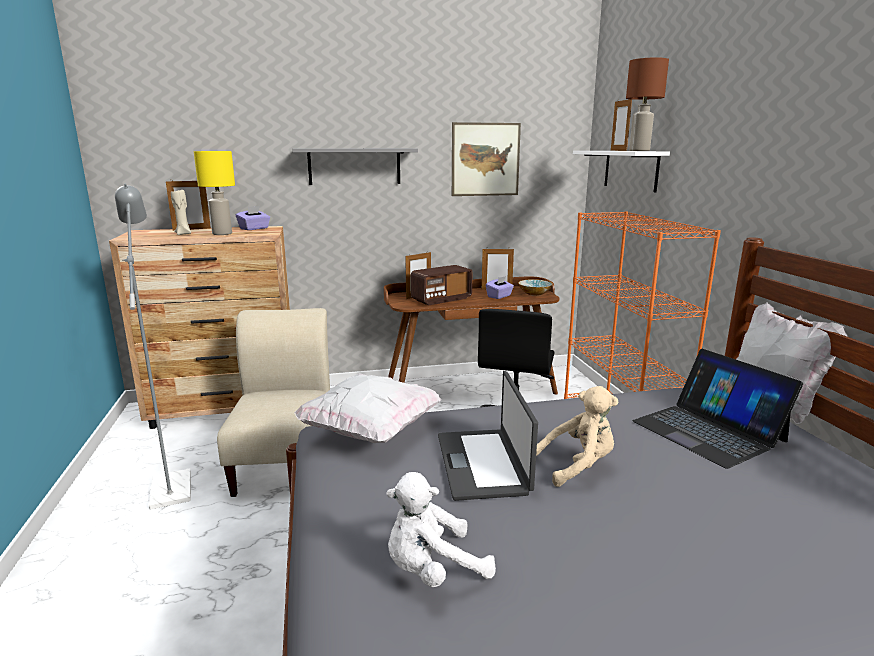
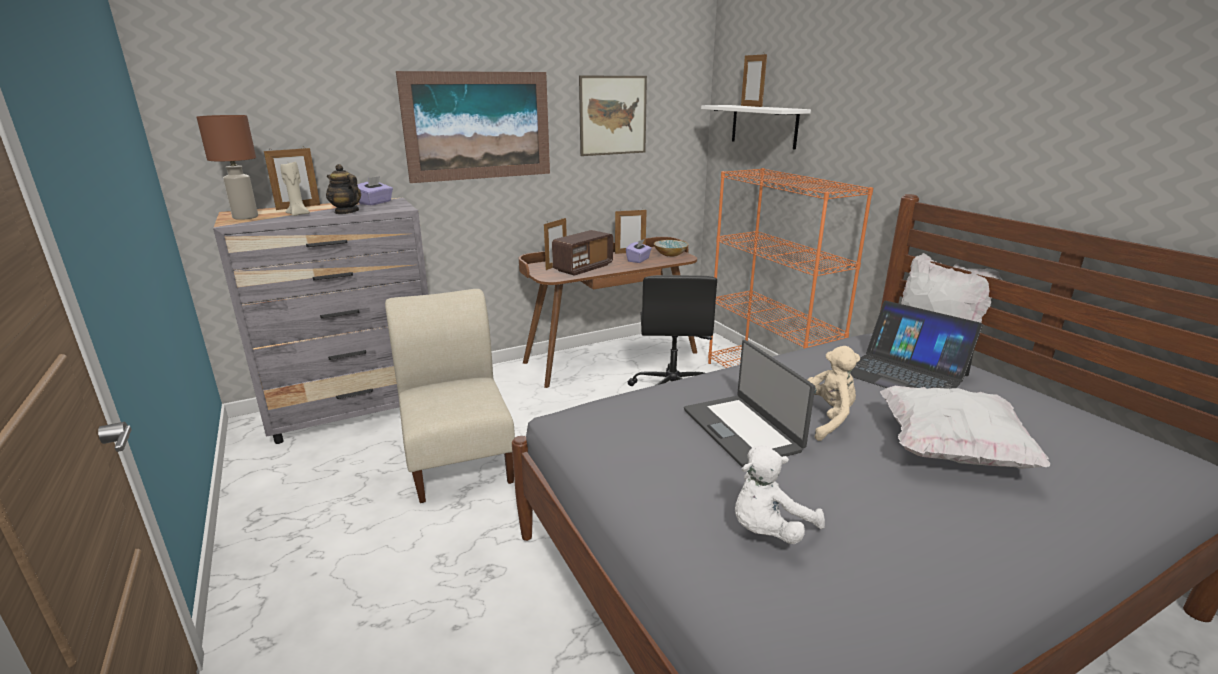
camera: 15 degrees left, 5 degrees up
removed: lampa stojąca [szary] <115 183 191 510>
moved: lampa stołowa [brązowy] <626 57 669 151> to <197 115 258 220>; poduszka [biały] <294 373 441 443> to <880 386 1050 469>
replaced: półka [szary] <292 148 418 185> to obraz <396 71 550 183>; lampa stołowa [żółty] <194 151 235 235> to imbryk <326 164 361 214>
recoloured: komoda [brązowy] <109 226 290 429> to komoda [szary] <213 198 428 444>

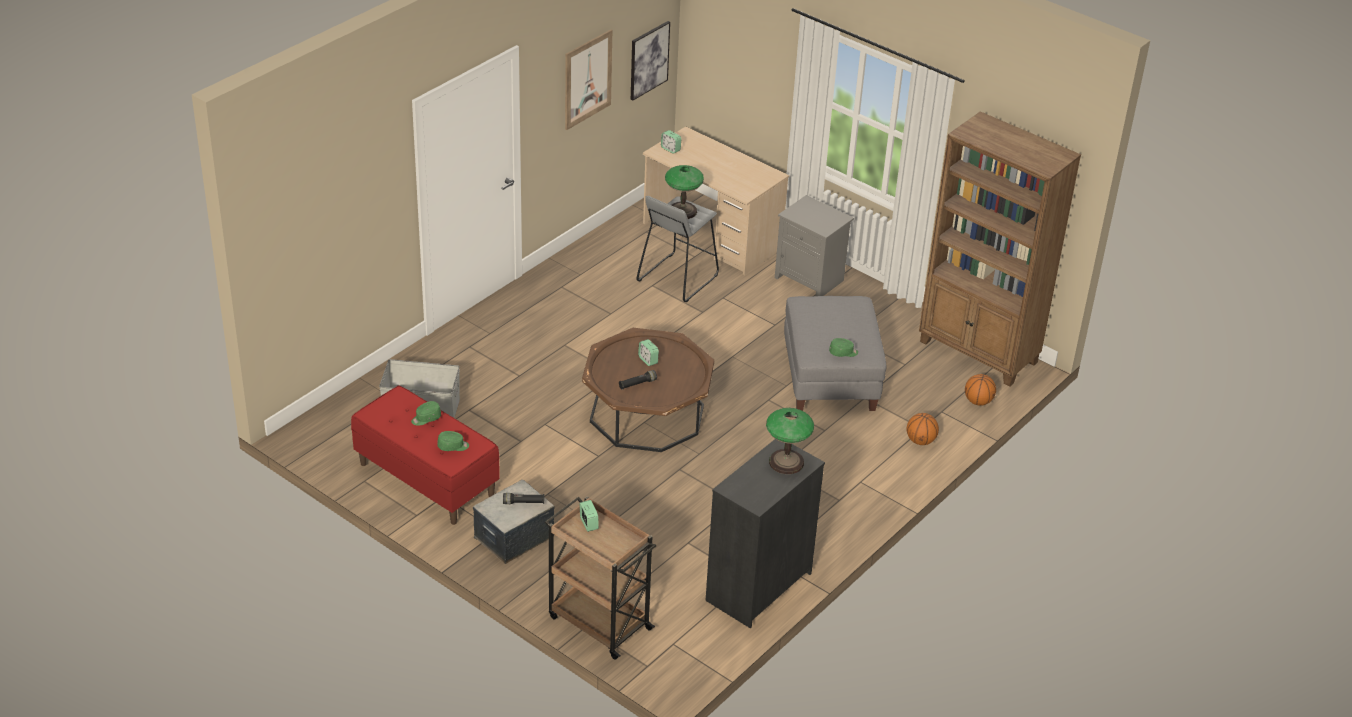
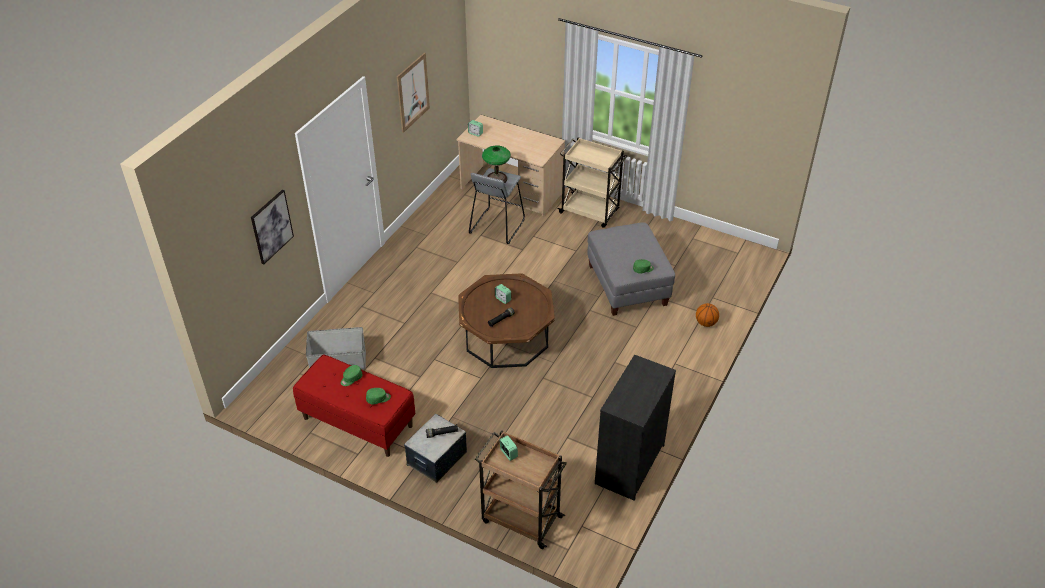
camera: 10 degrees left, 5 degrees up
removed: regał [brązowy] <919 111 1081 387>; piłka do koszykówki <965 374 996 406>; lampa stołowa <766 408 814 474>
moved: obraz <631 21 670 101> to <251 190 294 264>
replaced: szafka nocna [szary] <775 195 854 296> to wózek [beżowy] <557 137 627 228>

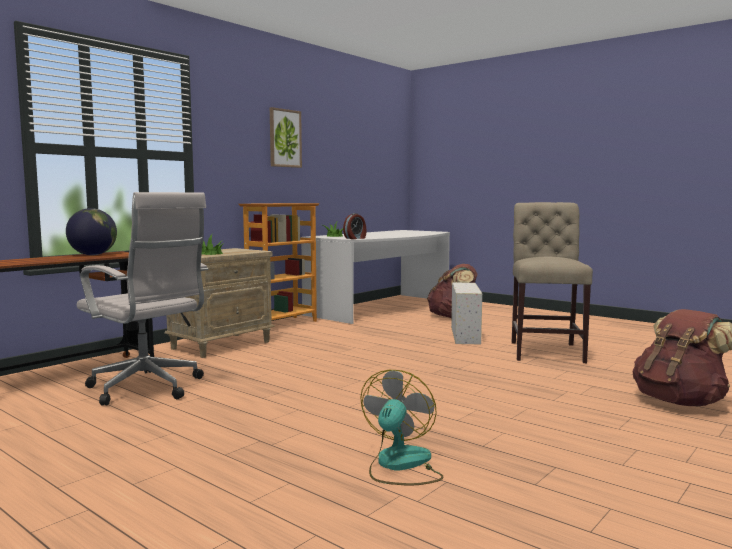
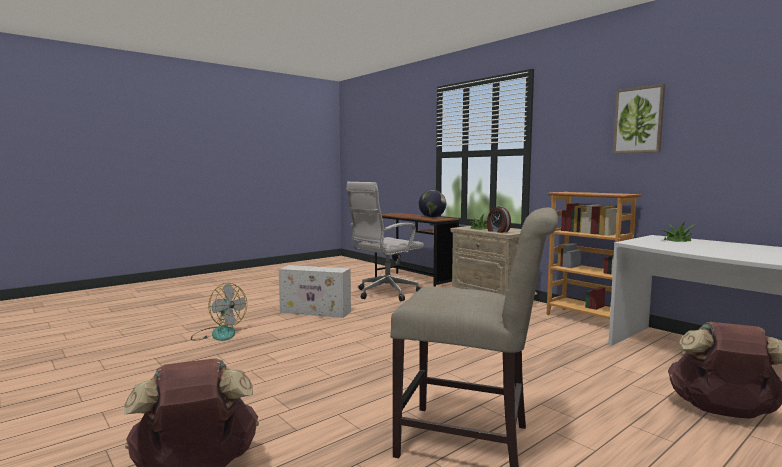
camera: 100 degrees right, 0 degrees up
moved: budzik <343 213 366 239> to <487 206 511 233>; pojemnik do przechowywania [biały] <451 283 482 345> to <279 265 351 318>

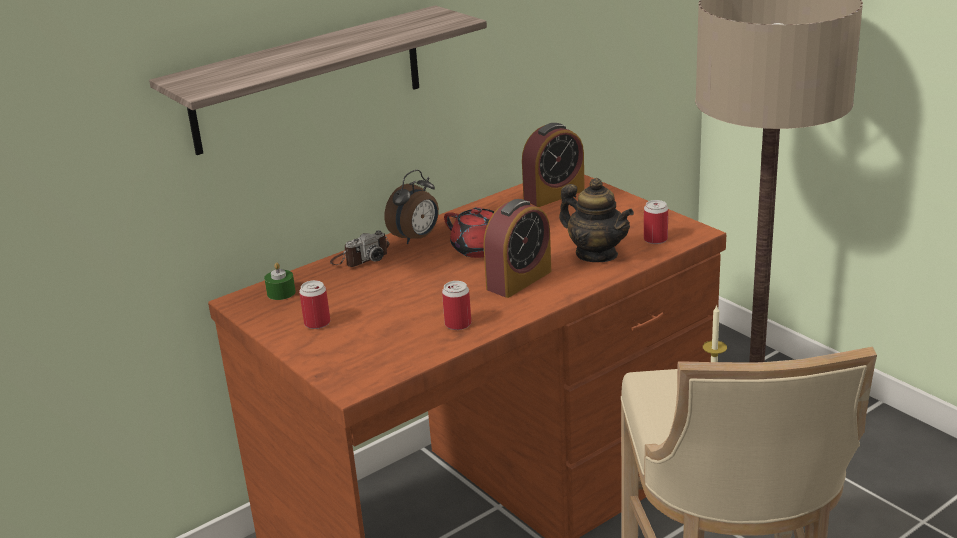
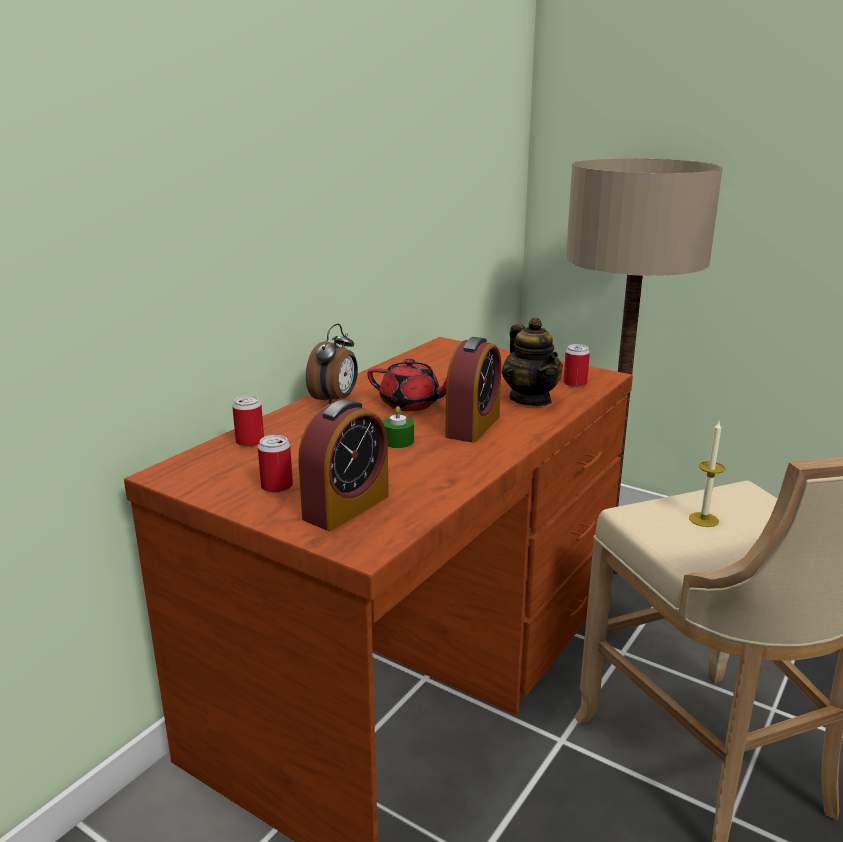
camera: 20 degrees left, 5 degrees down
removed: półka <149 5 487 155>; aparat fotograficzny <330 230 390 267>
moved: budzik <522 123 585 207> to <298 399 389 531>; świeca [zielony] <264 263 296 300> to <383 406 414 448>; puszka <442 281 471 330> to <232 395 264 447>
turned: imbryk <559 178 634 262> = <502 317 563 406> 45 degrees clockwise

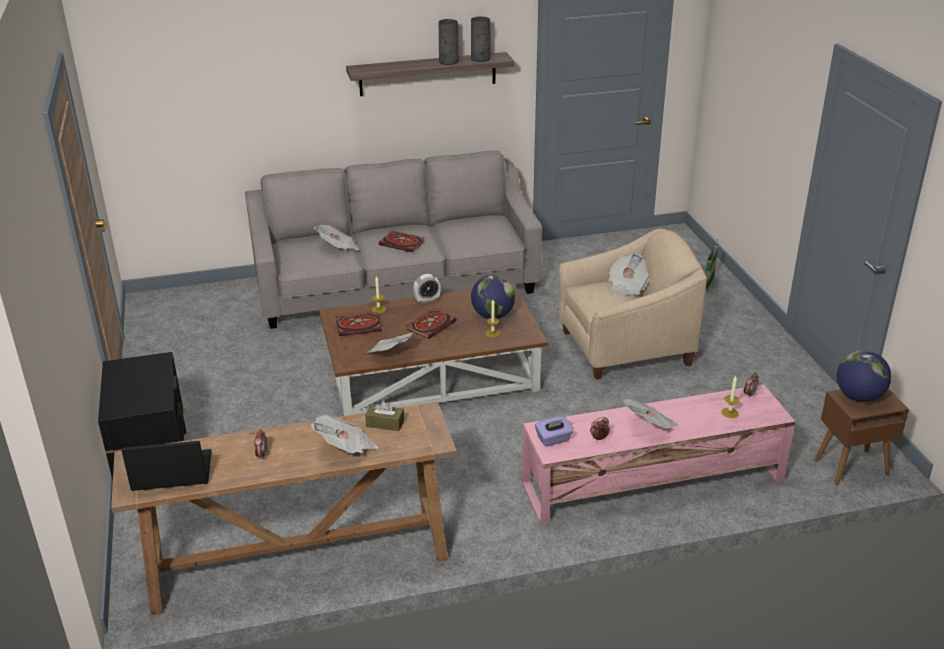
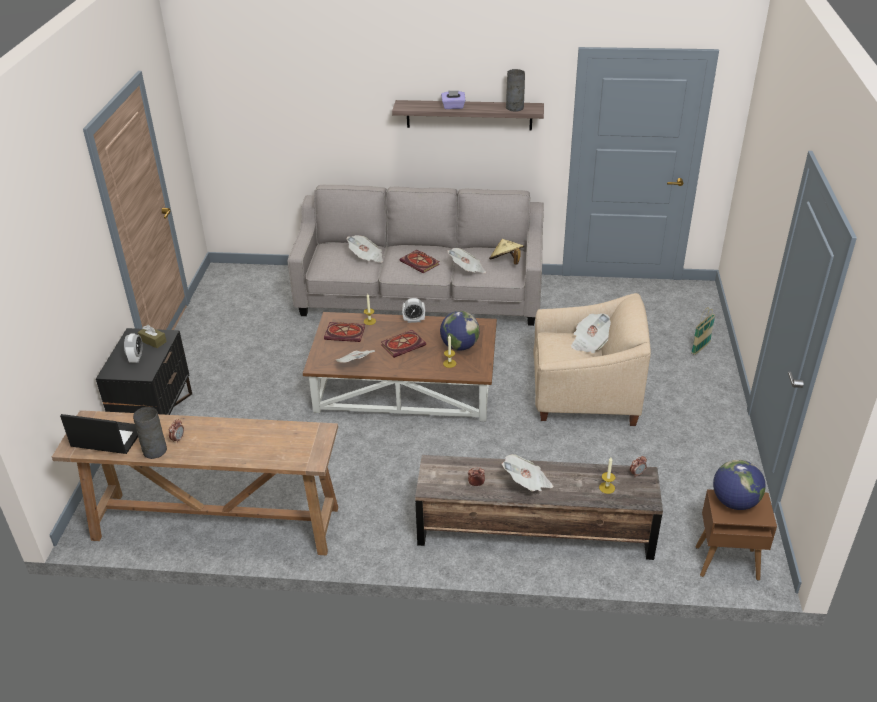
camera: 20 degrees right, 5 degrees up
added: kapelusz [beżowy] <489 239 524 265>; budzik <124 333 143 363>
moved: wazon [szary] <439 19 459 65> to <133 407 167 459>; pudełko chusteczek [brązowy] <365 400 404 431> to <138 325 167 348>; gazeta <311 415 378 454> to <448 248 486 273>; pudełko chusteczek [fioletowy] <535 416 573 447> to <441 91 465 109>
recoloured: szafka pod telewizor [różowy] <522 385 795 526> to szafka pod telewizor [brązowy] <415 455 663 560>

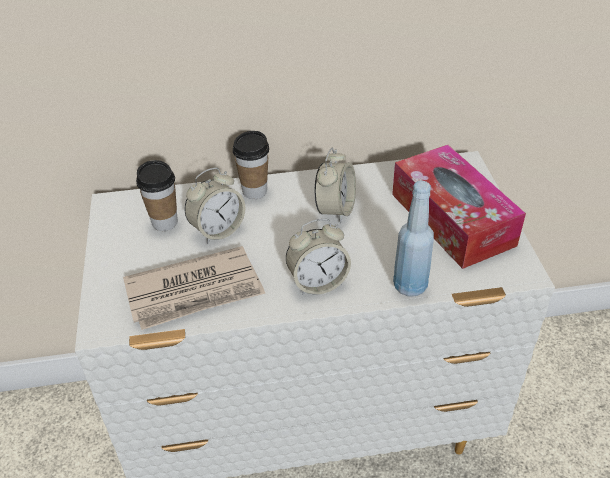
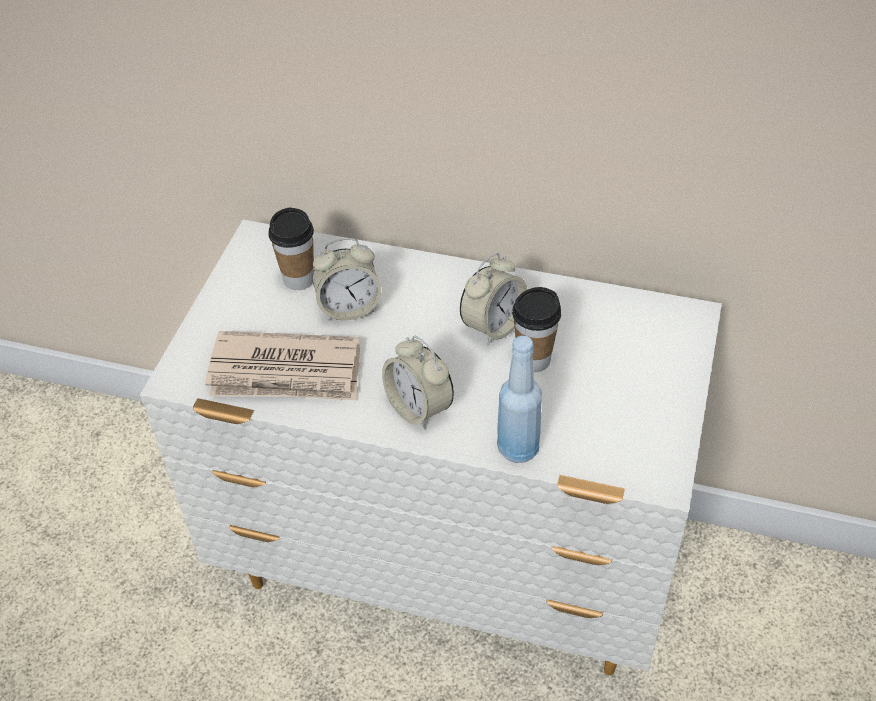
camera: 25 degrees right, 5 degrees up
removed: pudełko chusteczek <392 145 526 269>
moved: filiżanka <233 131 269 199> to <512 287 561 372>
turned: budzik <286 219 351 296> = <382 336 454 429> 45 degrees clockwise

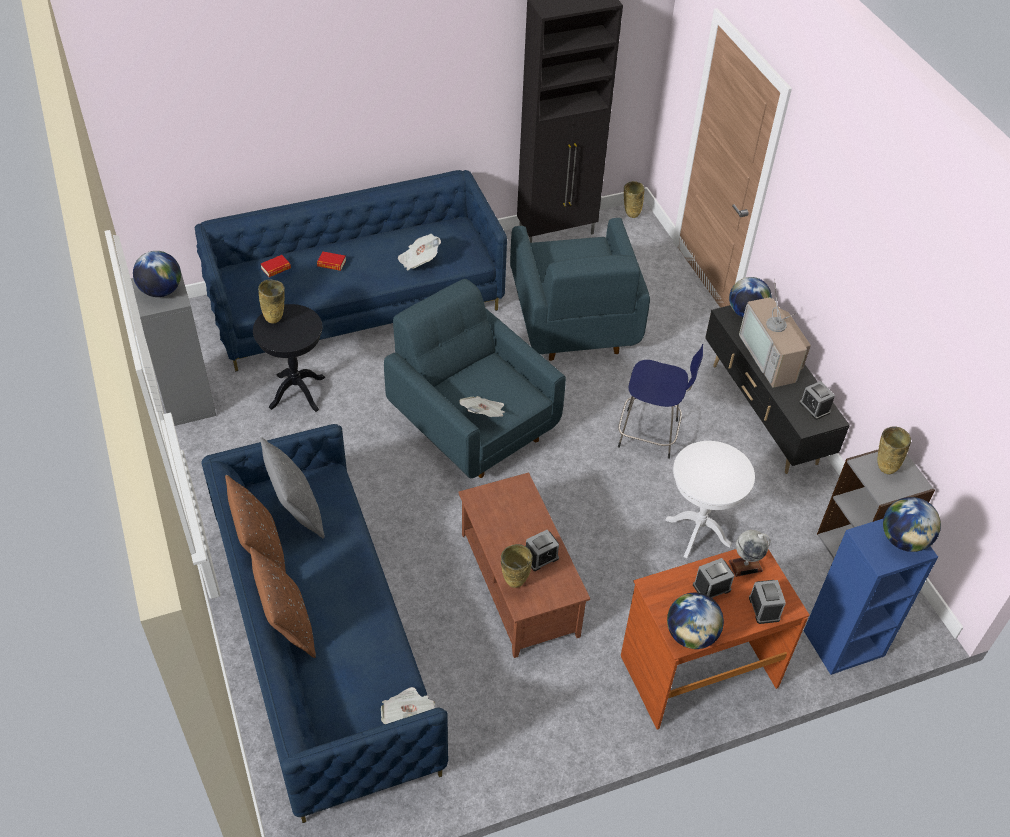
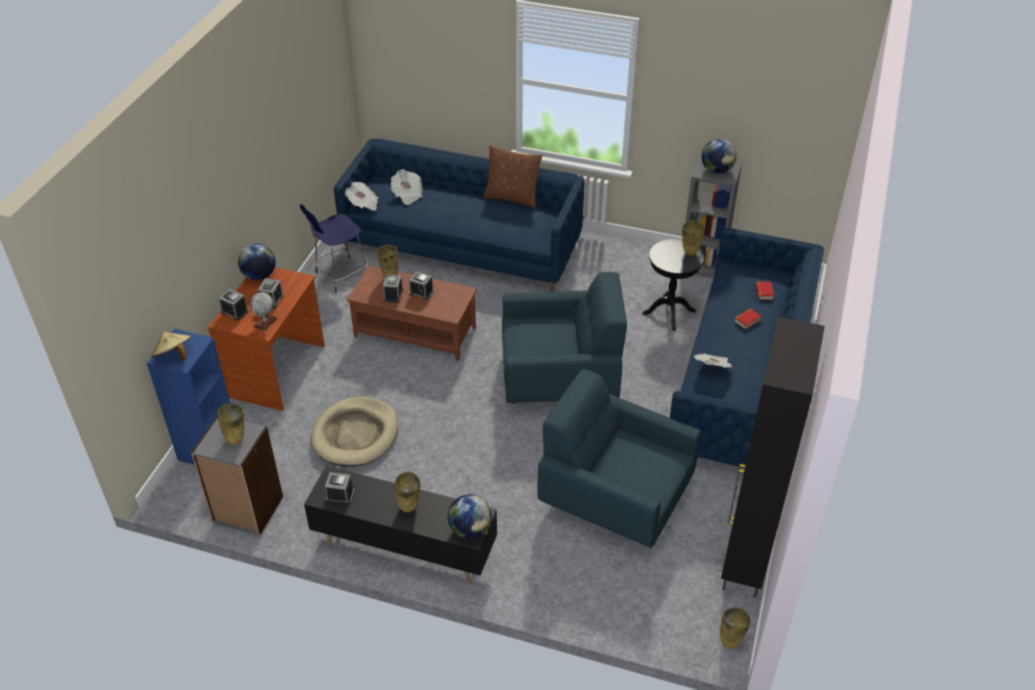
camera: 130 degrees right, 5 degrees down
removed: poduszka [szary] <260 437 325 539>; poduszka [brązowy] <250 547 316 658>
added: budzik <409 271 434 300>
moved: stołek [niebieski] <618 344 703 459> to <300 204 368 293>; gazeta <460 396 505 417> to <391 169 423 205>
replaced: telewizor <739 279 811 388> to wazon [beżowy] <395 472 420 512>; stolik [biały] <666 441 755 558> to legowisko [beżowy] <311 397 398 466>; globus <883 497 941 552> to kapelusz [beżowy] <151 332 191 361>

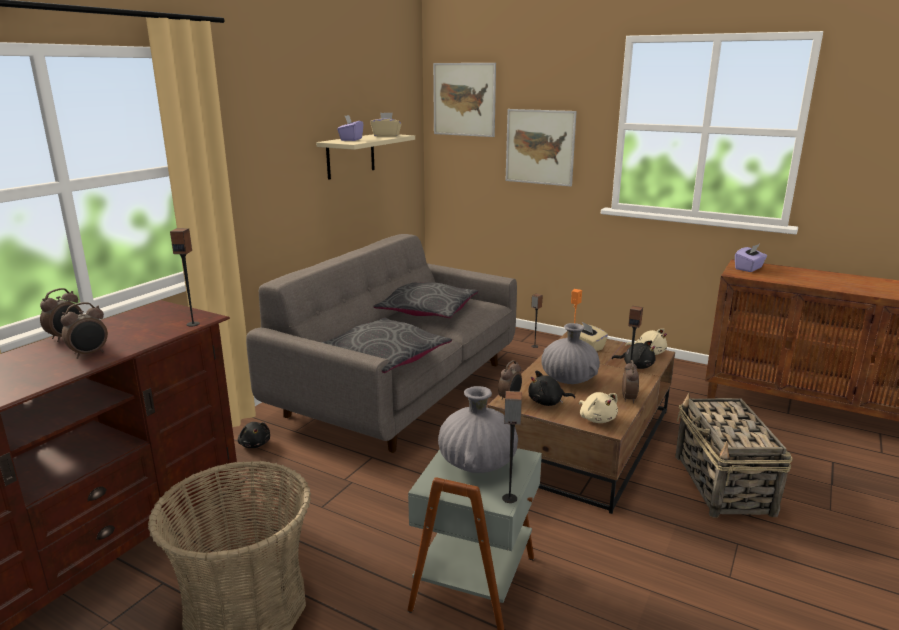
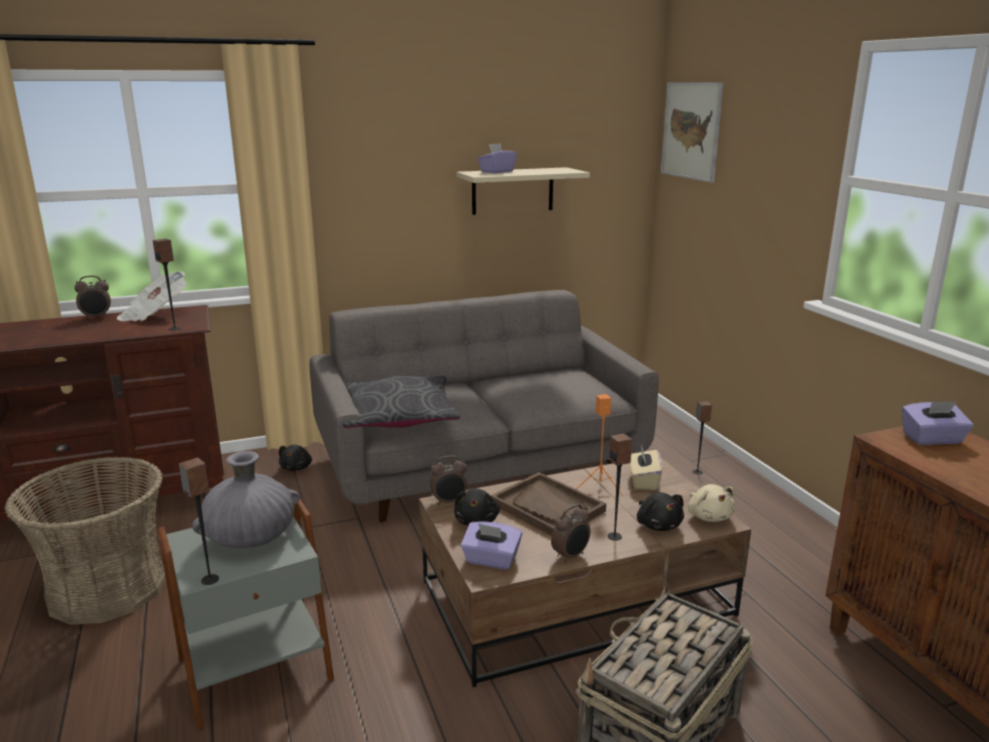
camera: 40 degrees right, 0 degrees up
removed: obraz <506 109 577 186>; pudełko chusteczek [beżowy] <370 113 401 137>; poduszka [szary] <374 282 478 318>; budzik <61 302 108 359>
added: gazeta <117 271 186 321>
replaced: wazon [szary] <541 323 600 384> to taca [brązowy] <491 472 606 536>; pluszak [beżowy] <579 392 618 423> to pudełko chusteczek [fioletowy] <461 521 522 569>
turned: pluszak [czarny] <528 370 575 406> = <454 488 500 526> 120 degrees counterclockwise

